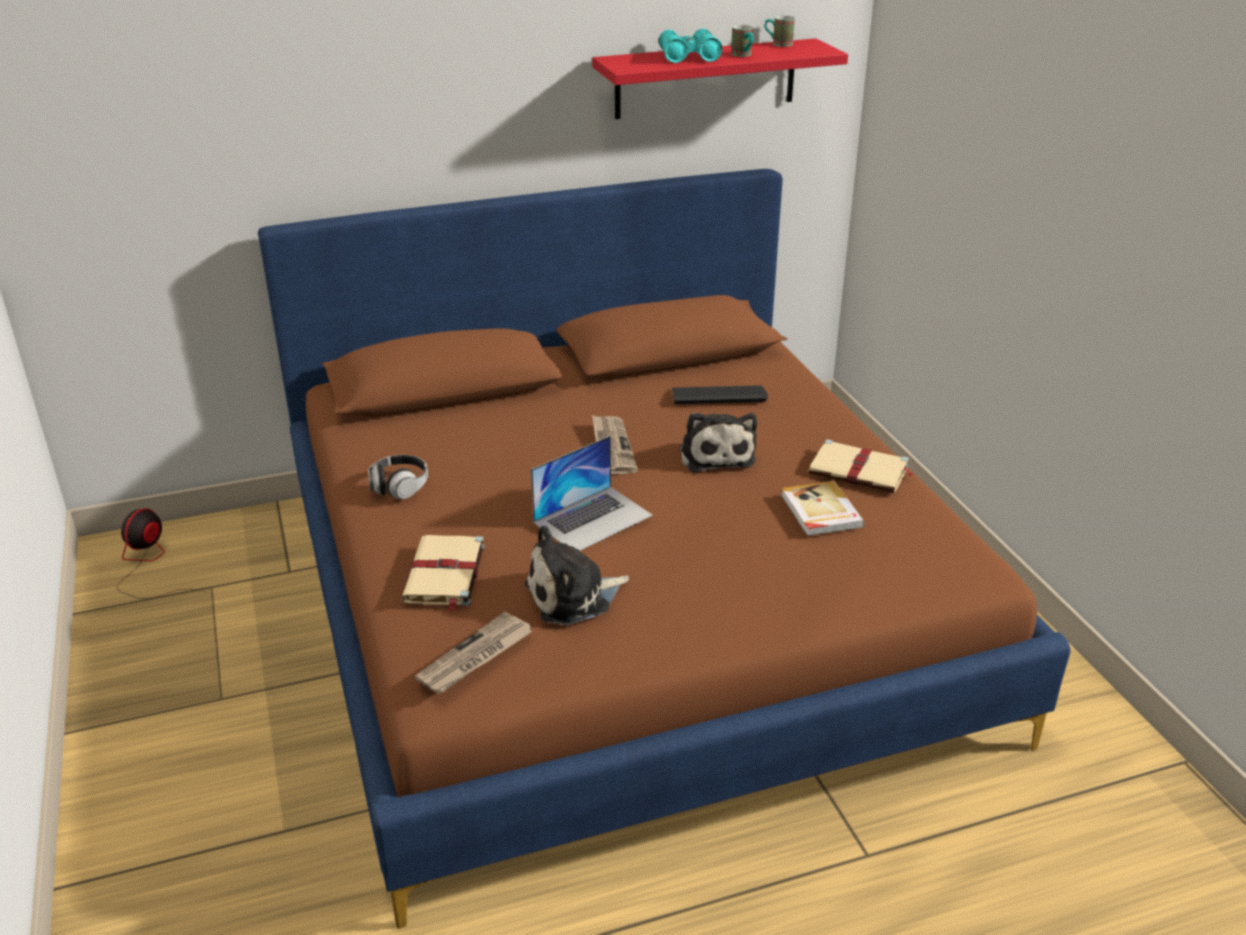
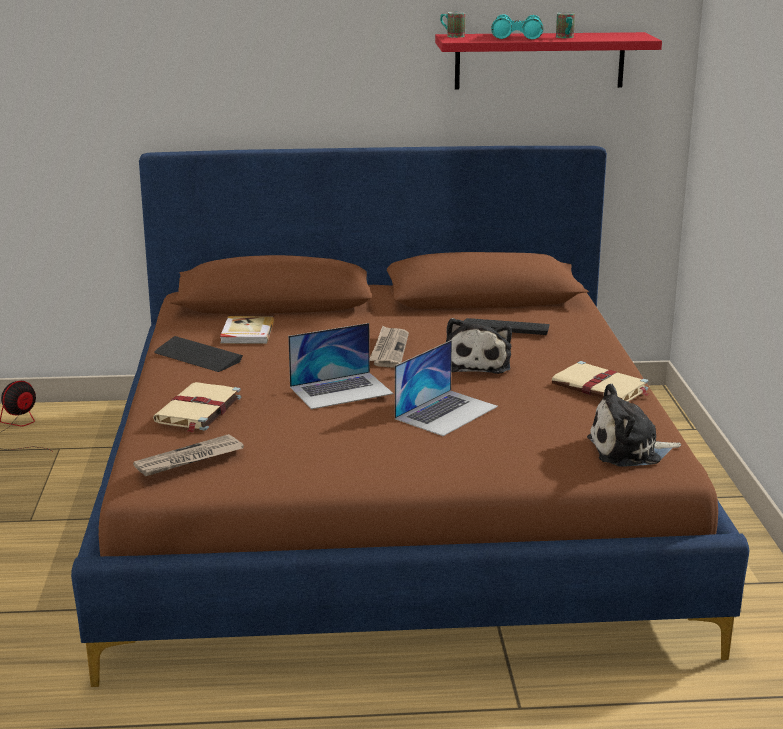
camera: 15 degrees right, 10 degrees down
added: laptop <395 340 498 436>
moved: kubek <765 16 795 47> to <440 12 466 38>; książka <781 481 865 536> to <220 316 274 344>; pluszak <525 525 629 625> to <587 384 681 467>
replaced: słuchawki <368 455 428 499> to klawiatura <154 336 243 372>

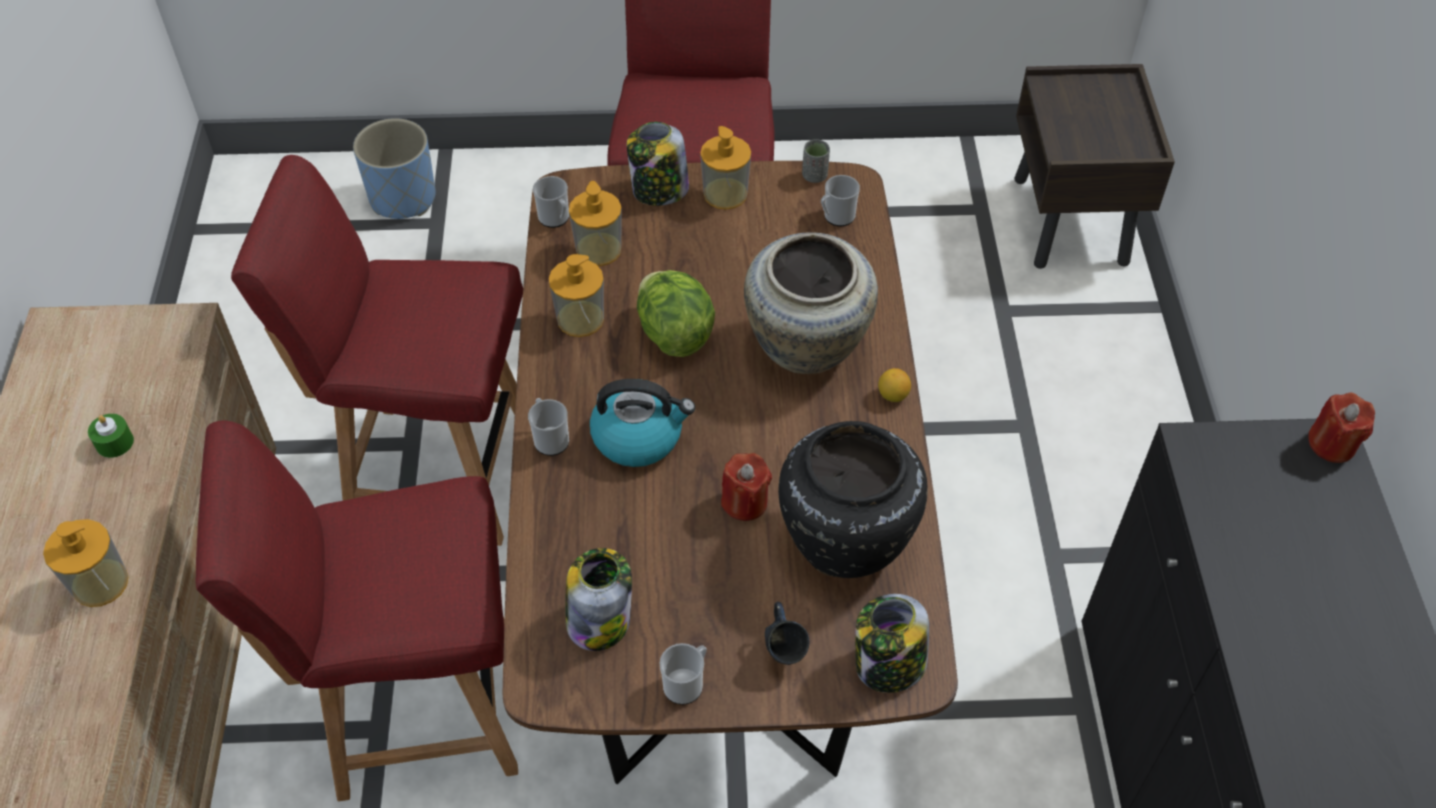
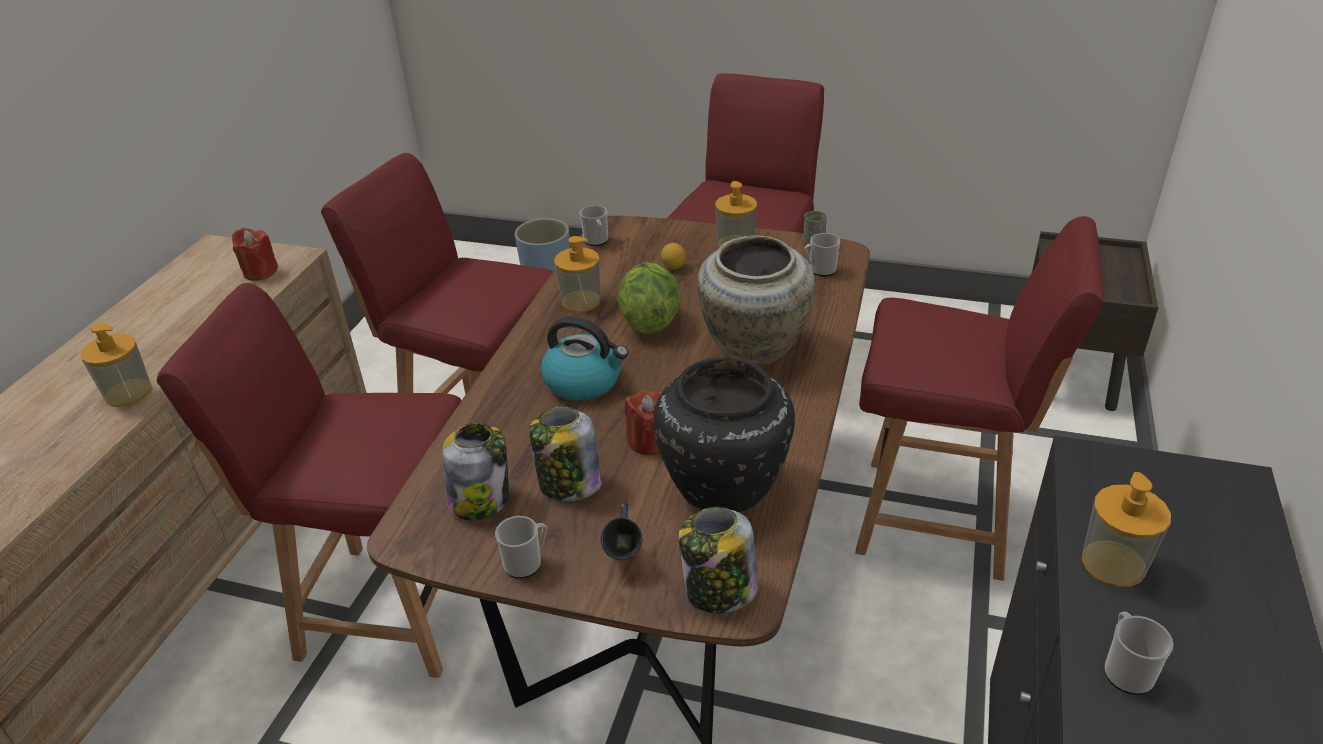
camera: 20 degrees right, 15 degrees down
removed: świeca [zielony] <88 414 134 458>
added: krzesło [czerwony] <855 216 1104 581>
moved: słoik <627 122 689 206> to <529 406 602 501>; dozownik mydła <569 181 622 266> to <1082 472 1171 587>; cytryna <878 368 911 402> to <661 243 686 270>; świeca [czerwony] <1308 393 1375 463> to <232 228 278 281>; kubek <528 398 569 456> to <1104 612 1174 695>

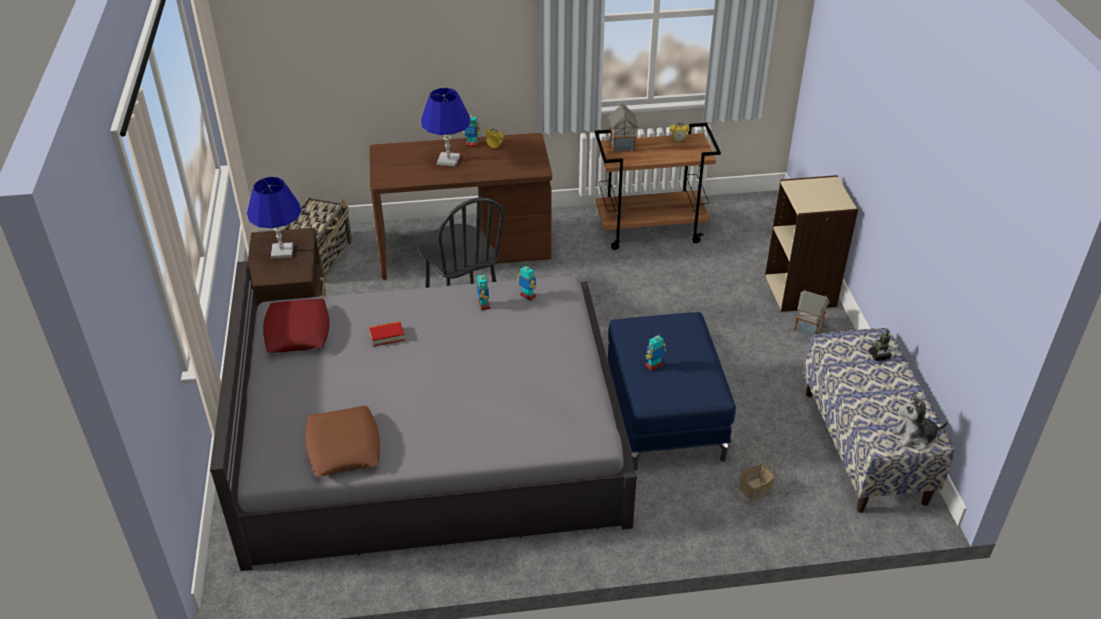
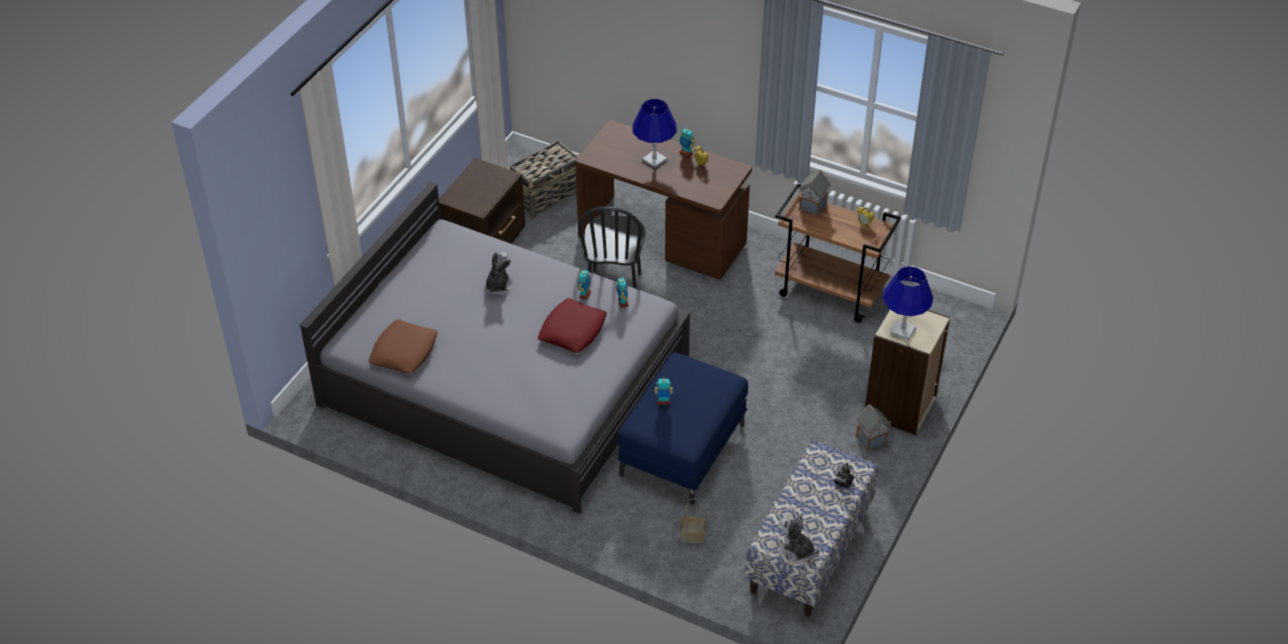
camera: 35 degrees right, 5 degrees up
moved: lampa stołowa [niebieski] <247 177 302 259> to <882 266 933 340>; poduszka [czerwony] <263 299 329 353> to <538 298 607 353>
replaced: książka <369 321 405 346> to pluszak <485 252 513 295>

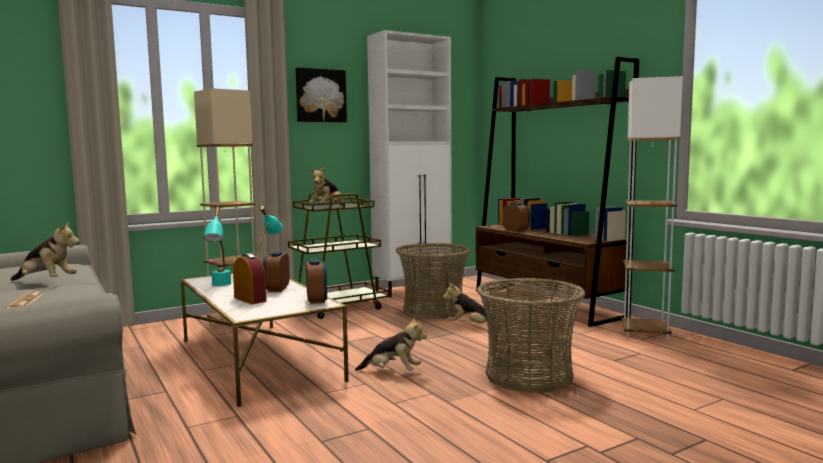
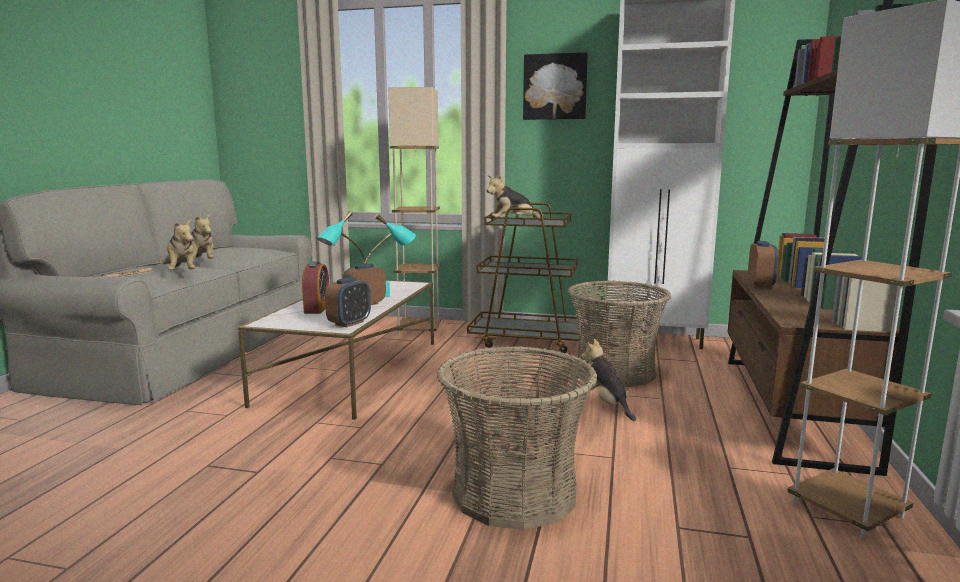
camera: 45 degrees right, 5 degrees up
moved: pluszak <355 316 427 371> to <160 219 195 270>

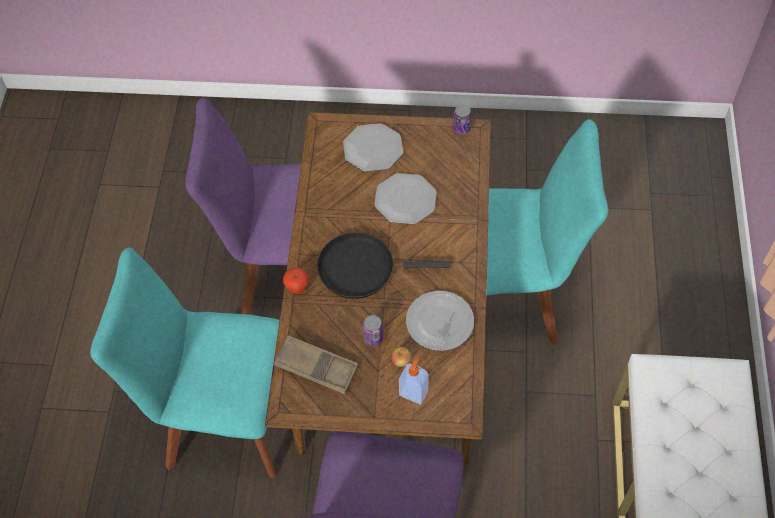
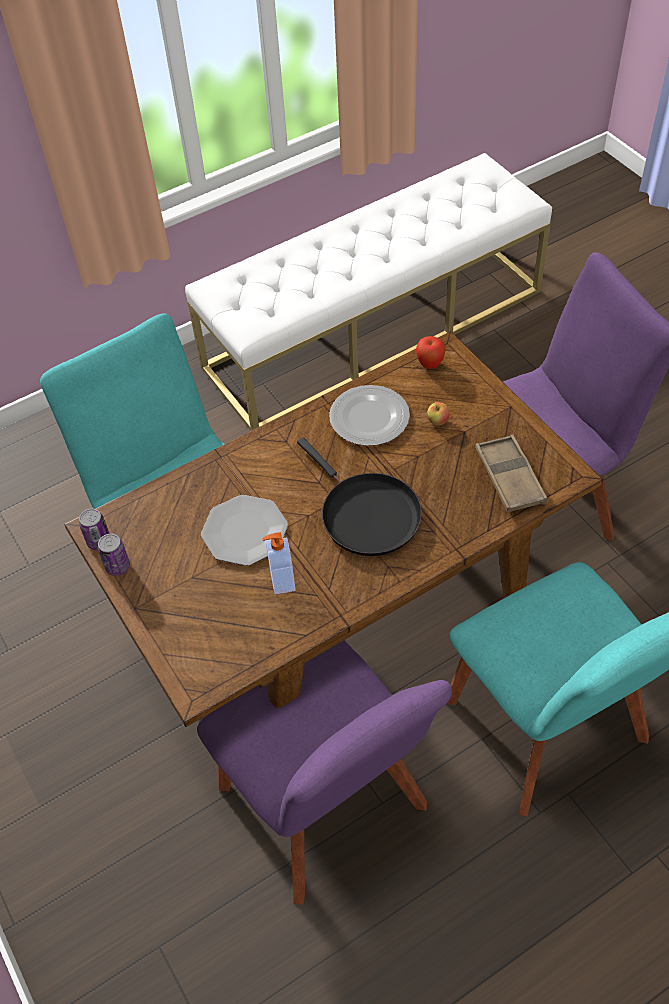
camera: 125 degrees left, 5 degrees down
removed: talerz <343 123 403 172>
moved: jabłko <283 267 309 294> to <416 336 446 369>; puszka <363 315 383 346> to <98 534 130 576>; dozownik mydła <399 357 429 405> to <262 532 296 594>

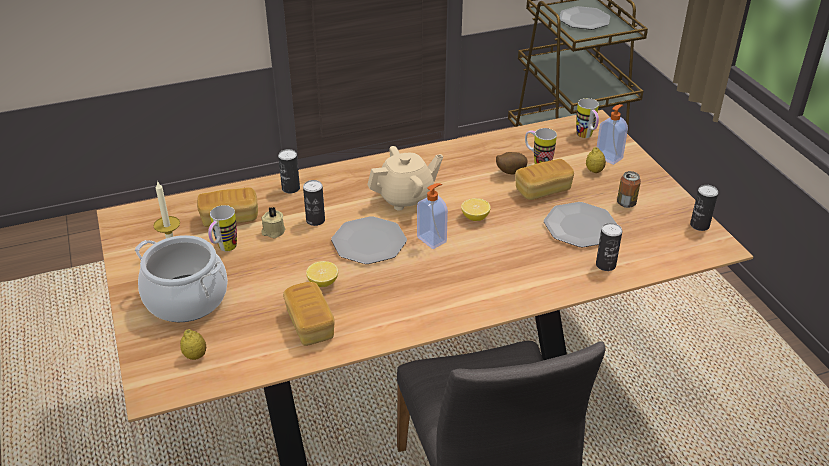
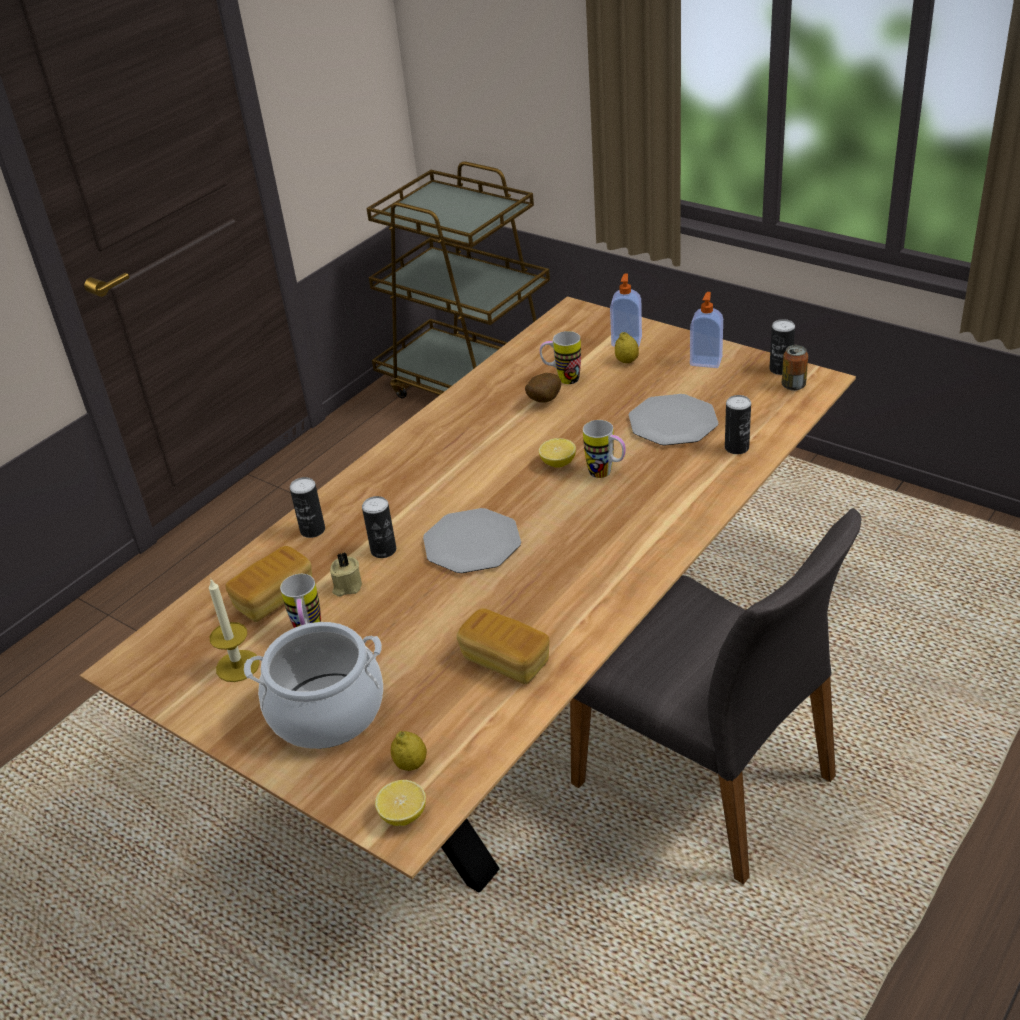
camera: 30 degrees left, 0 degrees up
removed: talerz <559 6 610 30>; imbryk [beżowy] <367 146 443 211>; chleb <515 159 574 200>
moved: kubek <576 98 599 138> to <583 420 626 478>; puszka <617 171 641 208> to <782 345 808 391>; dozownik mydła <417 183 448 249> to <690 292 723 368>; cytryna <306 261 338 287> to <375 780 426 826>

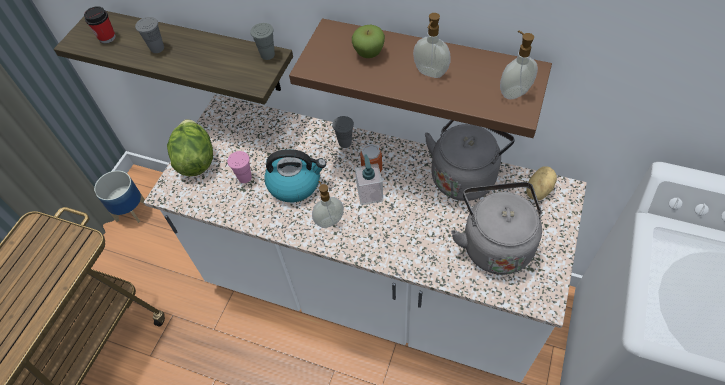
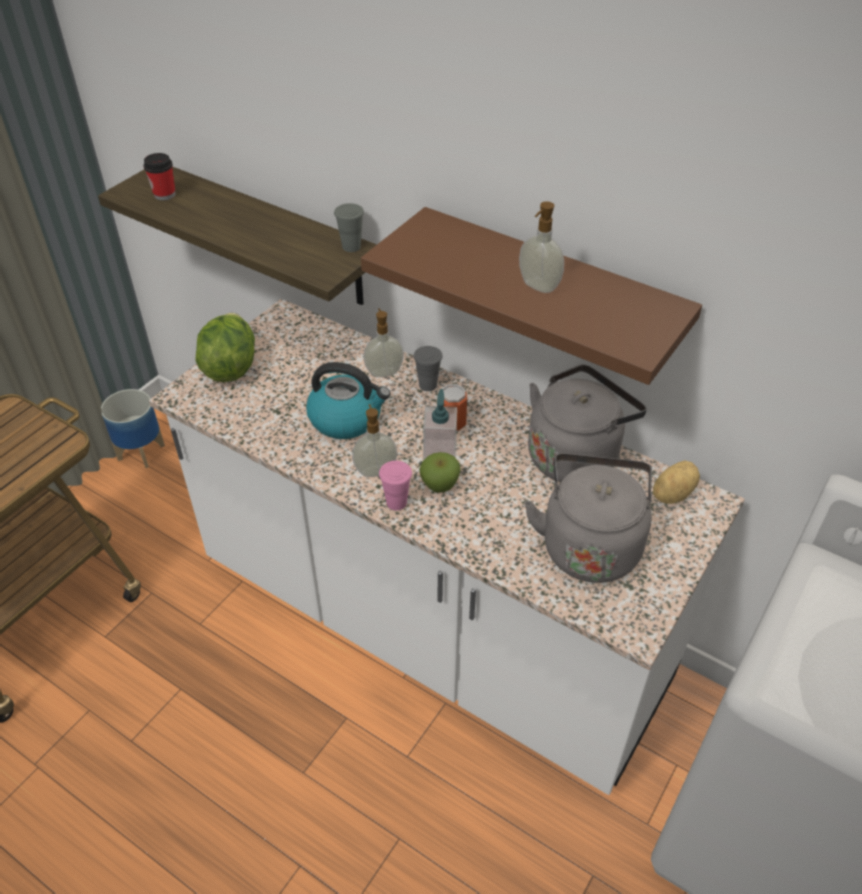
camera: 10 degrees right, 10 degrees down
removed: filiżanka [szary] <135 17 164 53>
moved: jabłko <352 25 385 58> to <419 452 461 493>; dozownik mydła <500 31 538 100> to <364 308 404 377>; filiżanka [różowy] <227 151 252 183> to <379 461 412 510>

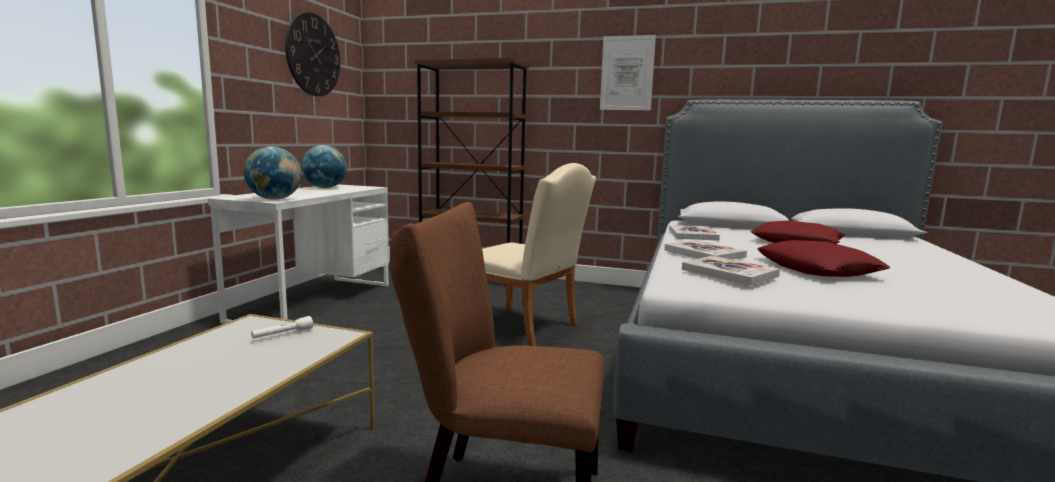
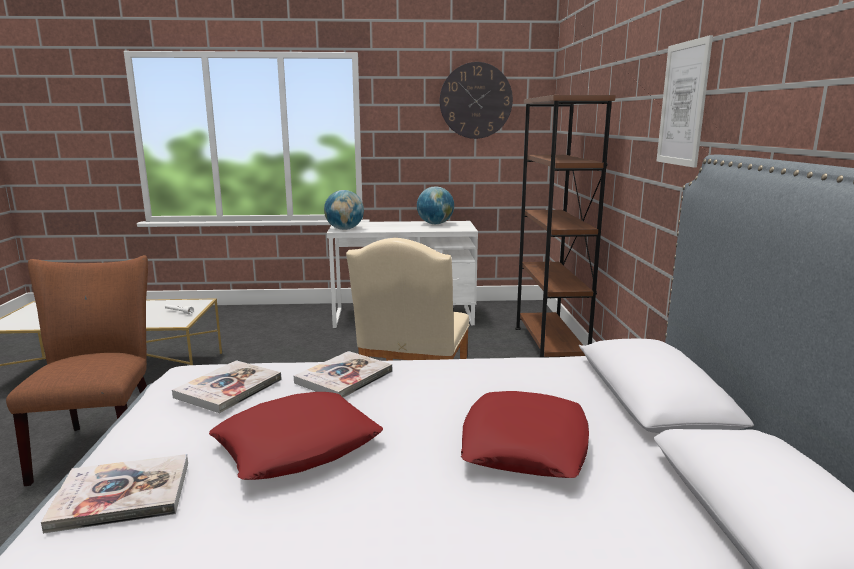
camera: 70 degrees right, 5 degrees up
moved: książka <669 225 720 241> to <41 454 188 534>

